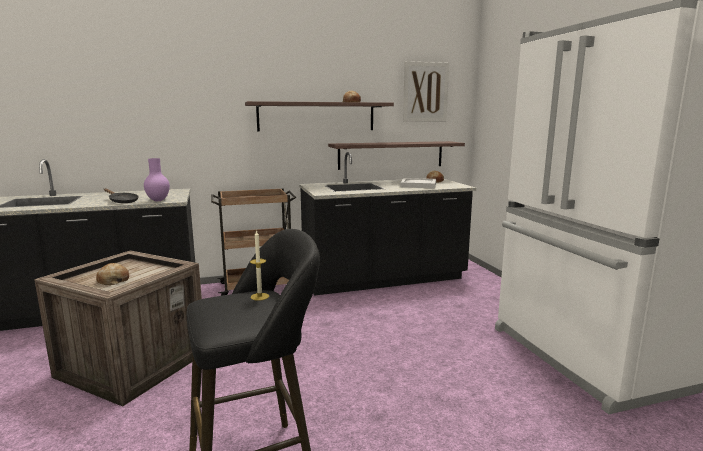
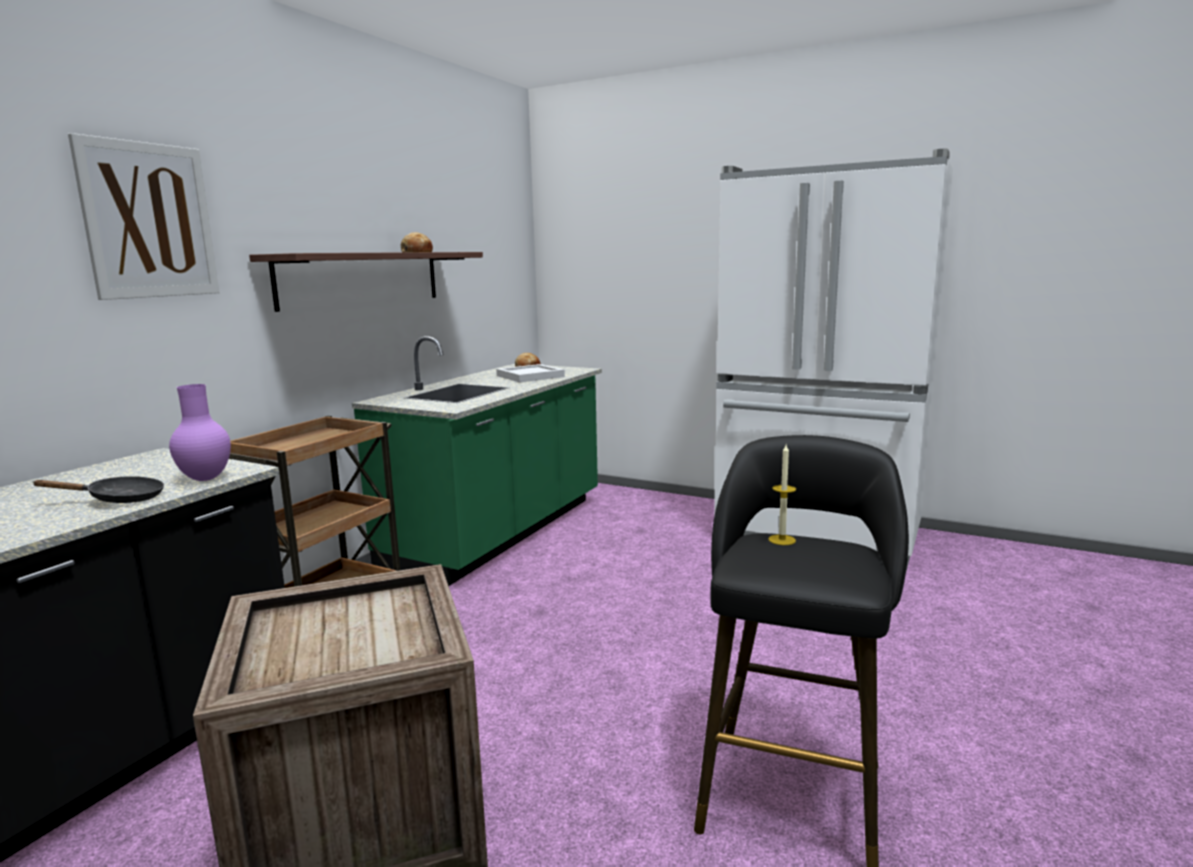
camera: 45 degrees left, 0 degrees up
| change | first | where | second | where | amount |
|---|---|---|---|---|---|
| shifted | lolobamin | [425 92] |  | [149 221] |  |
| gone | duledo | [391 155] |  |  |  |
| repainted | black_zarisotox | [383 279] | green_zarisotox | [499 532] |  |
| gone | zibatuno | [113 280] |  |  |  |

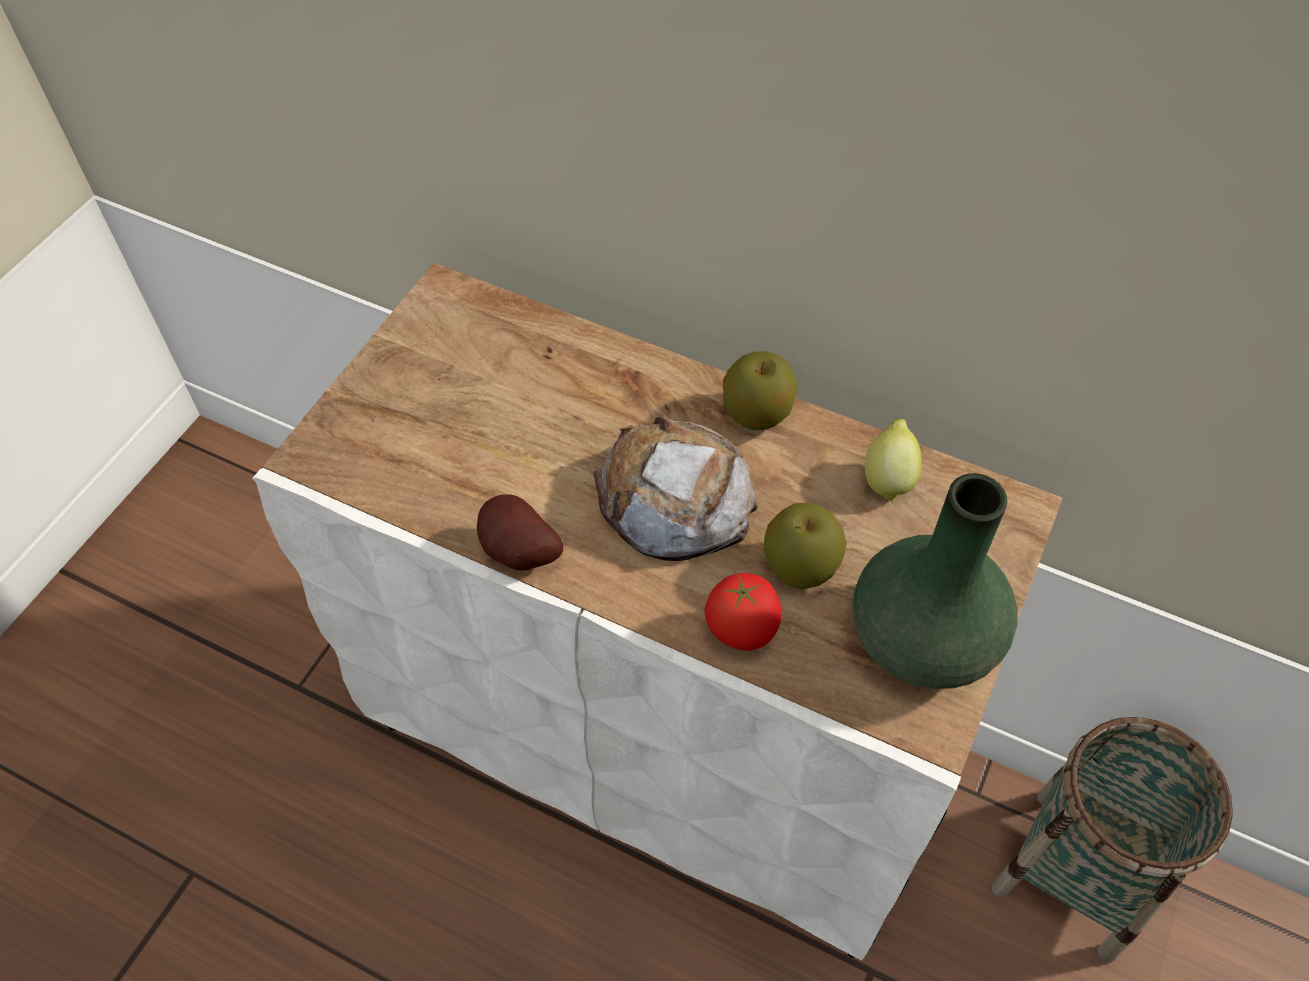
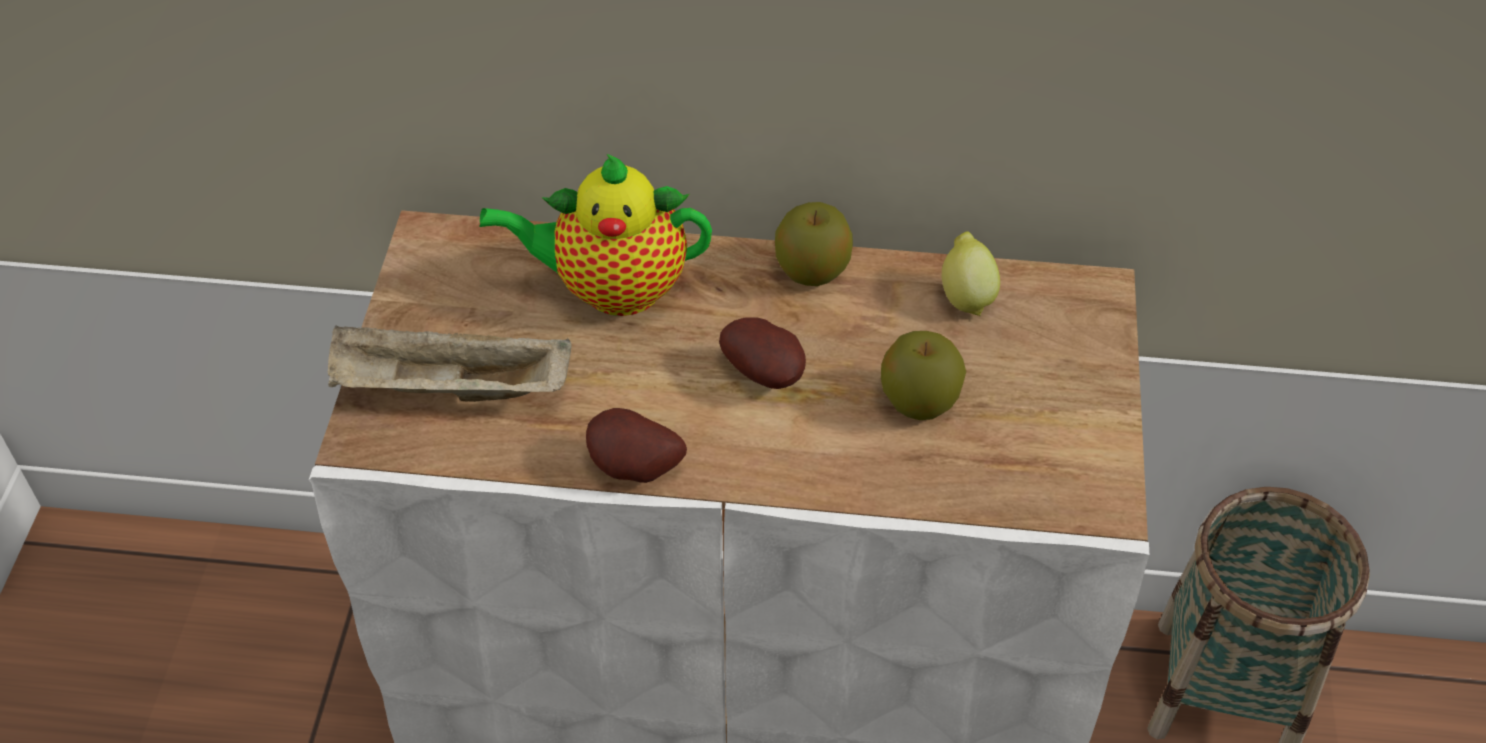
camera: 20 degrees left, 5 degrees down
| change | first | where | second | where | amount |
|---|---|---|---|---|---|
| swapped | zibatuno | [673 498] | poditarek | [766 373] |  |
| gone | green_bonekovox | [924 640] |  |  |  |
| gone | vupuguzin | [741 632] |  |  |  |
| new |  |  | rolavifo | [612 288] |  |
| new |  |  | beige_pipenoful | [449 390] |  |

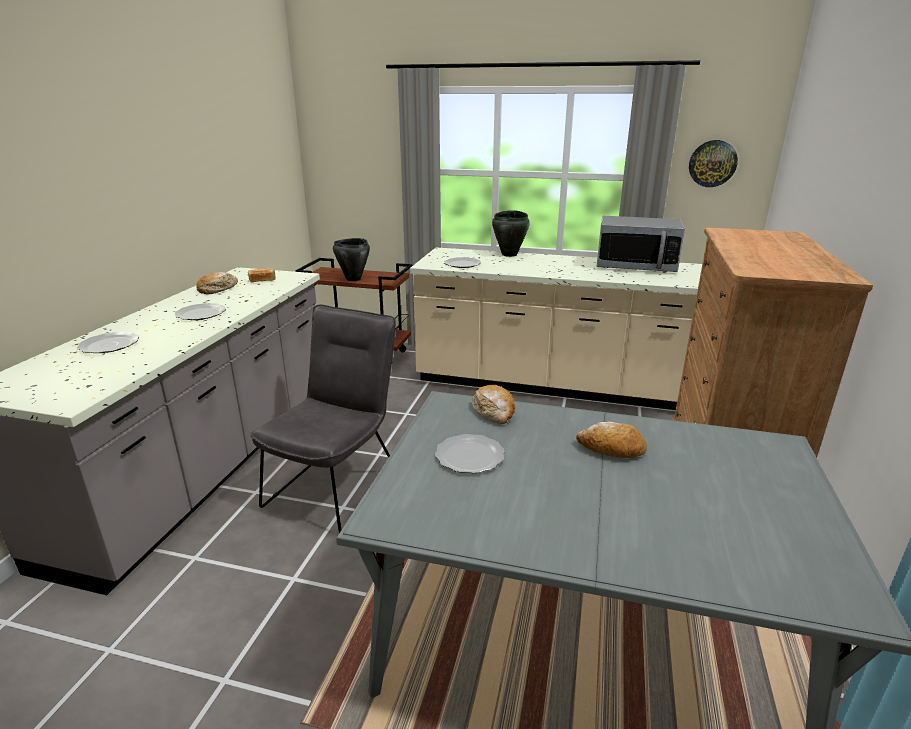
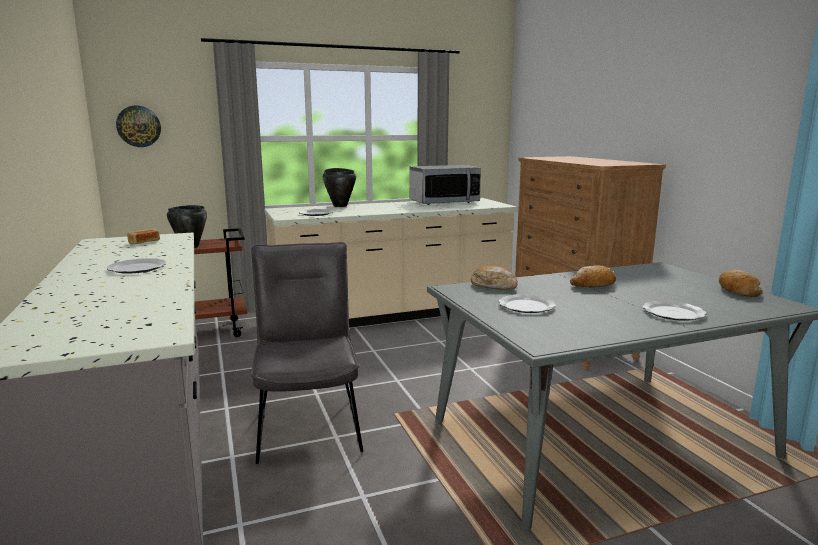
camera: 35 degrees left, 10 degrees down
| change | first | where | second | where | amount |
|---|---|---|---|---|---|
| shifted | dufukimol | [712 163] |  | [139 126] |  |
| shifted | zibatuno | [218 289] |  | [737 291] |  |
| shifted | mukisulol | [110 345] |  | [673 313] |  |

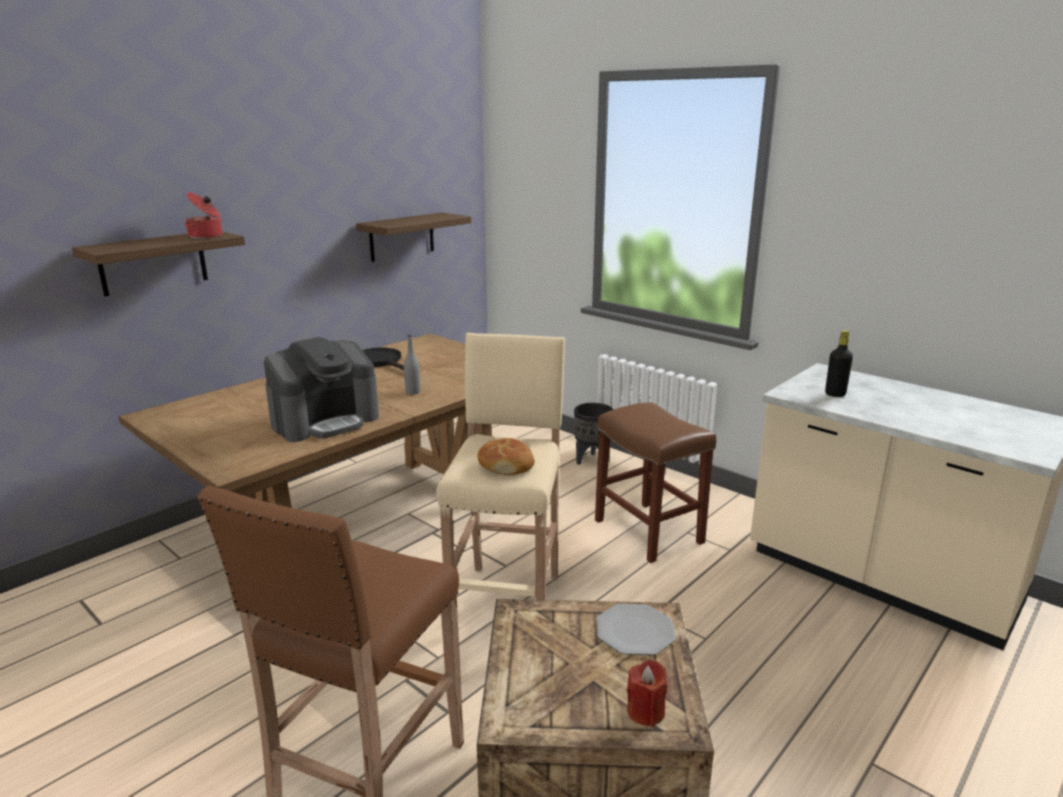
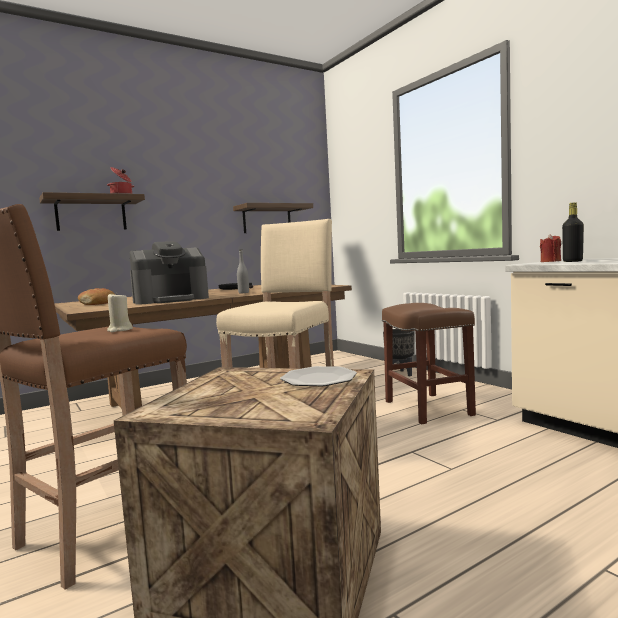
camera: 15 degrees right, 15 degrees down
| change | first | where | second | where | amount |
|---|---|---|---|---|---|
| shifted | zibatuno | [506 465] |  | [98 303] |  |
| shifted | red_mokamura | [645 711] |  | [550 261] |  |
| new |  |  | beige_mokamura | [120 330] |  |

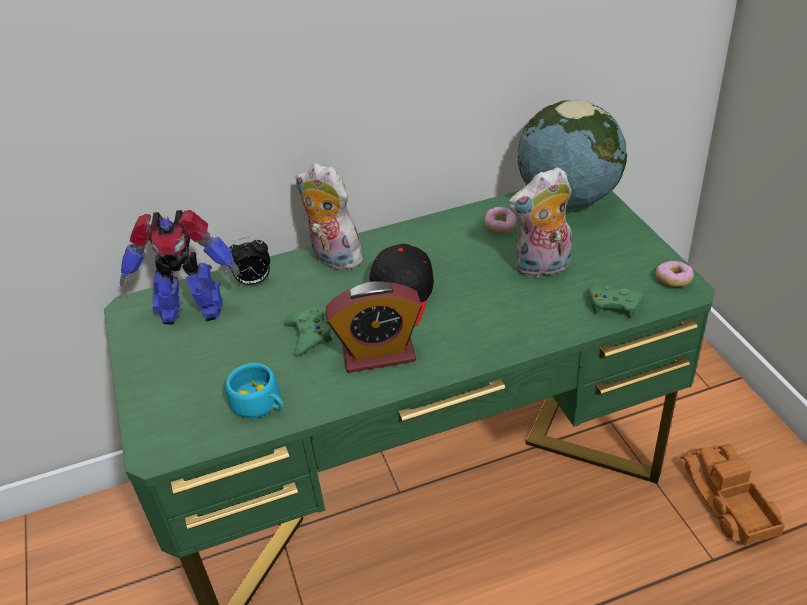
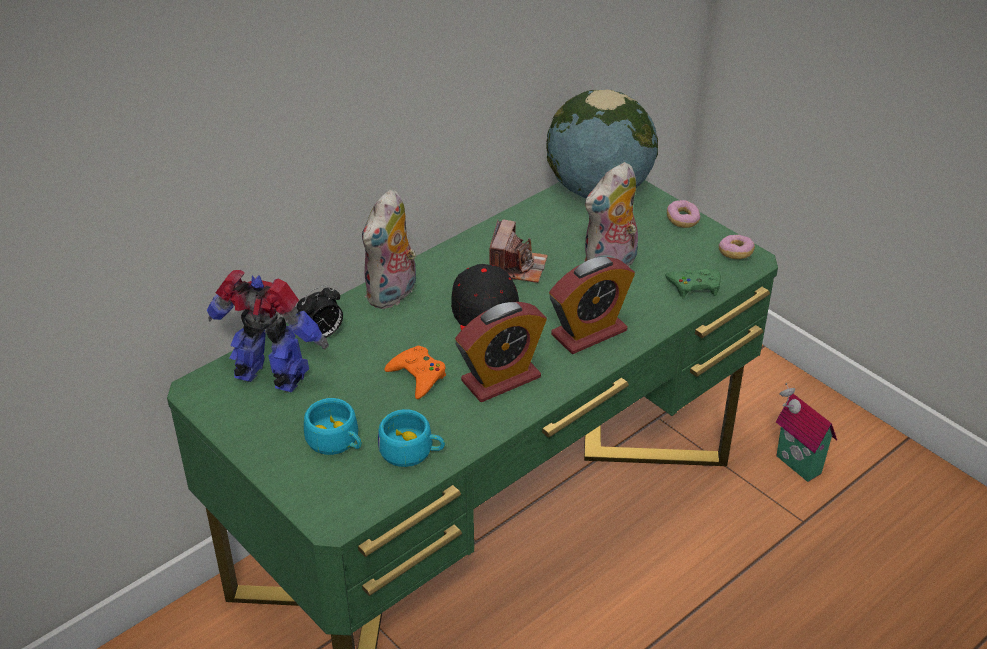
camera: 25 degrees left, 0 degrees up
| change | first | where | second | where | amount |
|---|---|---|---|---|---|
| rotated | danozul | [333 258] |  | [393 294] | 75 degrees counterclockwise |
| shifted | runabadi | [500 226] |  | [682 220] |  |
| rotated | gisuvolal | [191 309] |  | [271 377] | 135 degrees counterclockwise |
| repainted | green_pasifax | [308 335] | orange_pasifax | [418 376] |  |
| swapped | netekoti | [727 501] | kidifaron | [795 465] |  |
| new |  |  | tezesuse | [517 267] |  |
| new |  |  | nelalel | [589 333] |  |
| new |  |  | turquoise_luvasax | [337 441] |  |

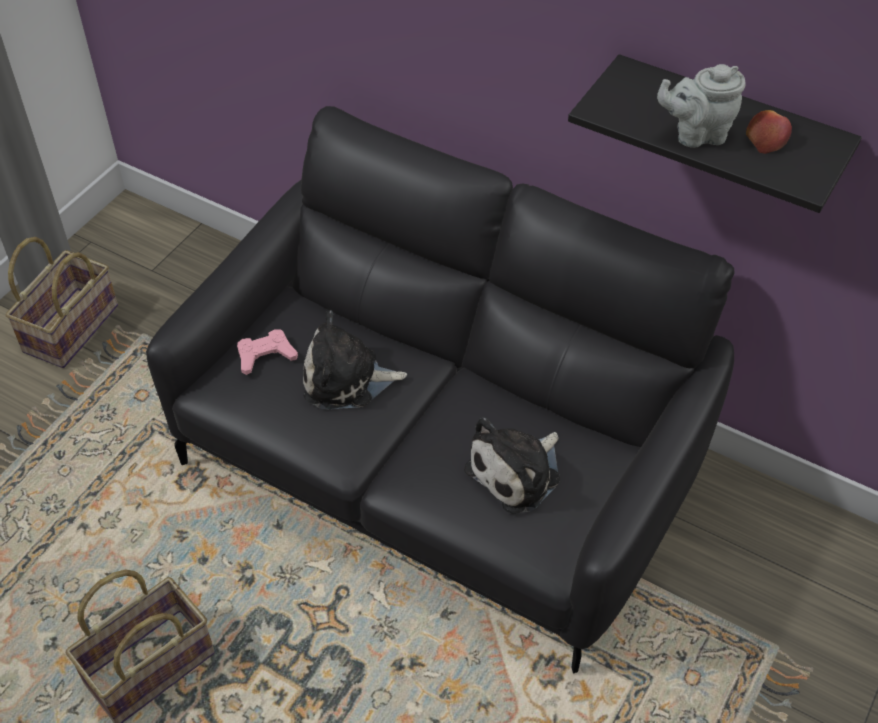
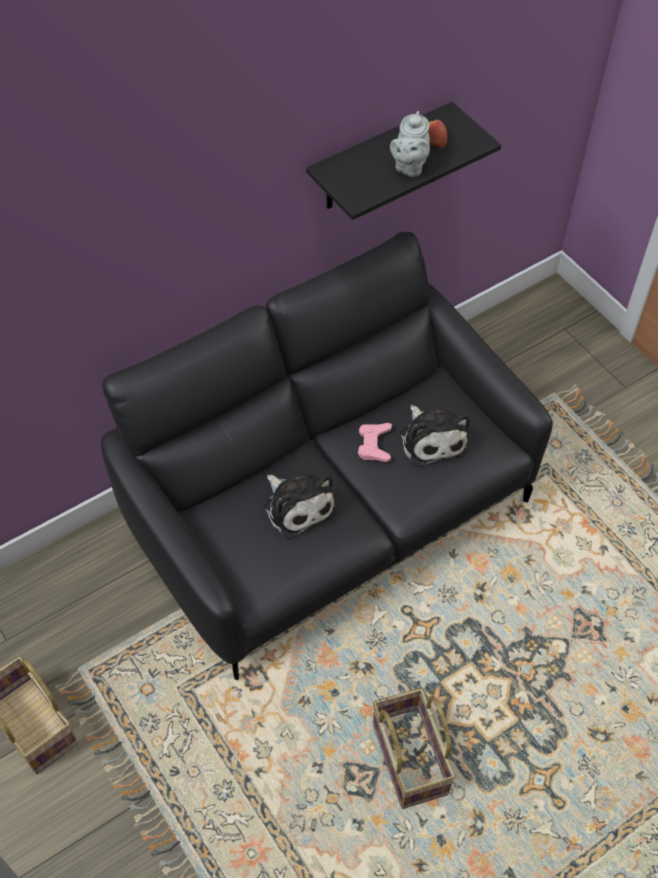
camera: 65 degrees left, 5 degrees up
| change | first | where | second | where | amount |
|---|---|---|---|---|---|
| rotated | danozul | [347 379] |  | [297 506] | 60 degrees counterclockwise |
| shifted | pink_pasifax | [265 355] |  | [374 445] |  |

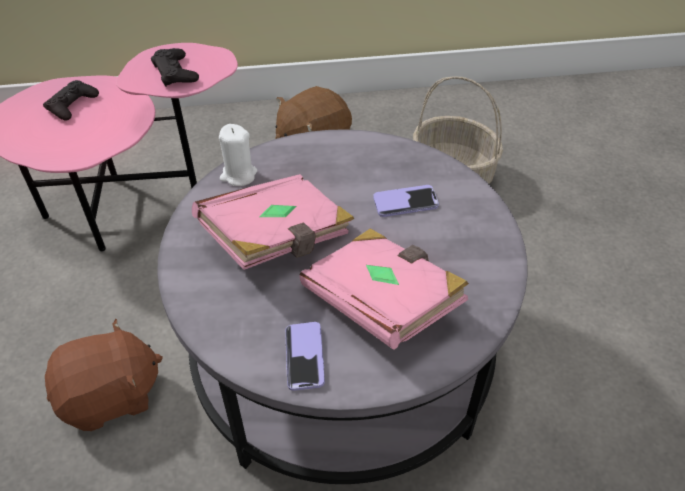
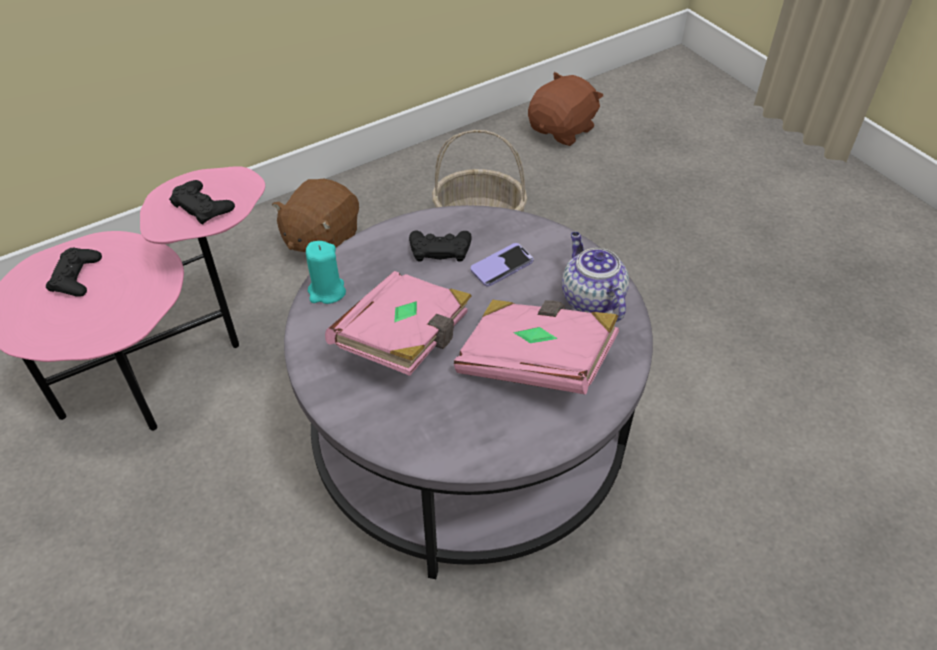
camera: 25 degrees left, 0 degrees up
| change | first | where | second | where | amount |
|---|---|---|---|---|---|
| repainted | white_mokamura | [238 175] | turquoise_mokamura | [326 292] |  |
| shifted | brown_danozul | [111 396] |  | [562 130] |  |
| gone | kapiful | [304 357] |  |  |  |
| new |  |  | black_pasifax | [440 249] |  |
| new |  |  | rolavifo | [590 299] |  |

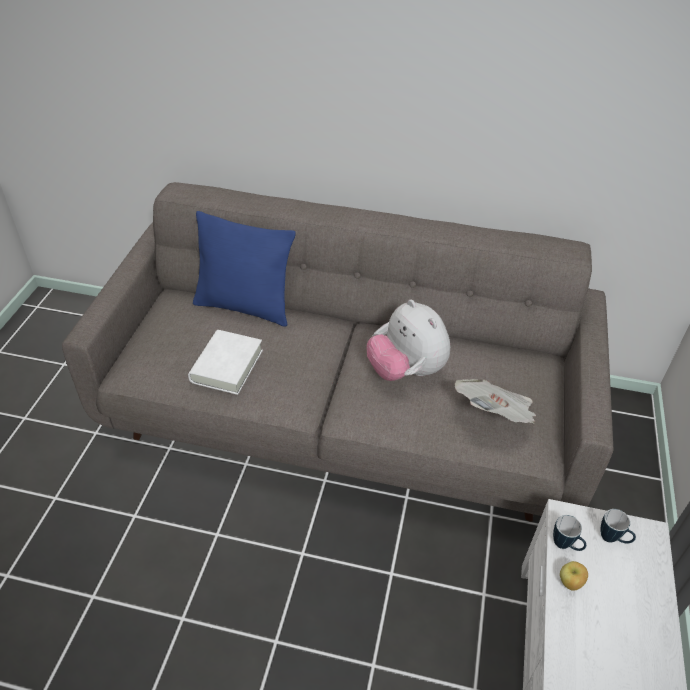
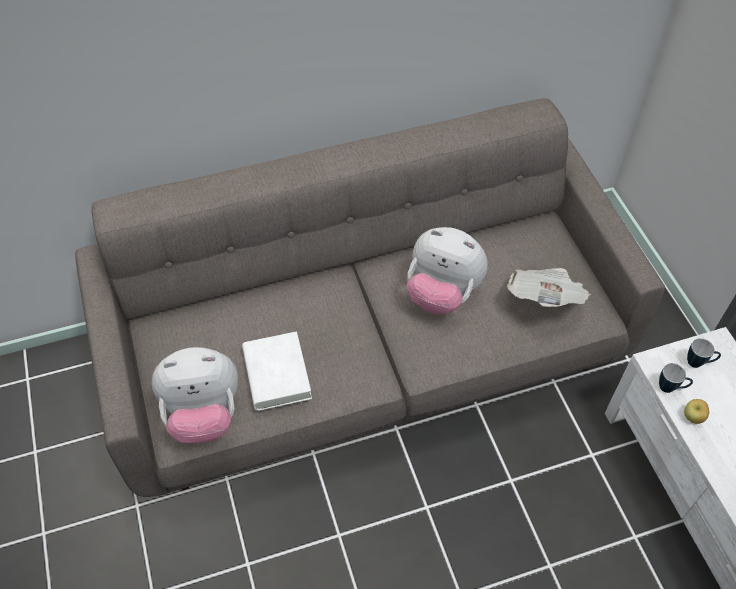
camera: 30 degrees left, 10 degrees up
| change | first | where | second | where | amount |
|---|---|---|---|---|---|
| gone | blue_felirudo | [245 307] |  |  |  |
| new |  |  | danozul | [203 414] |  |

